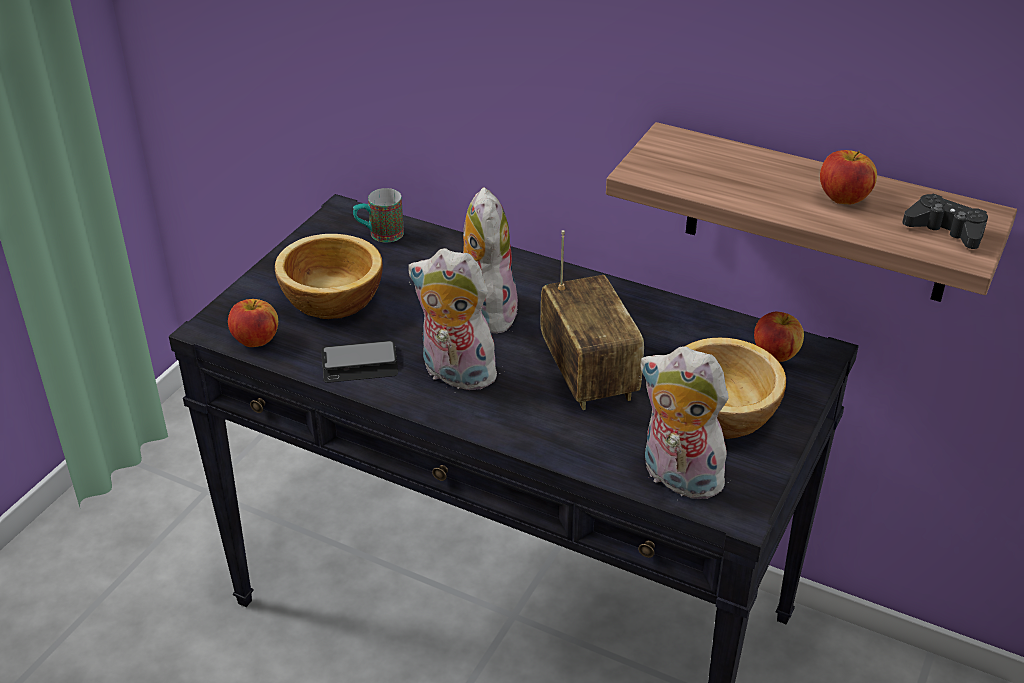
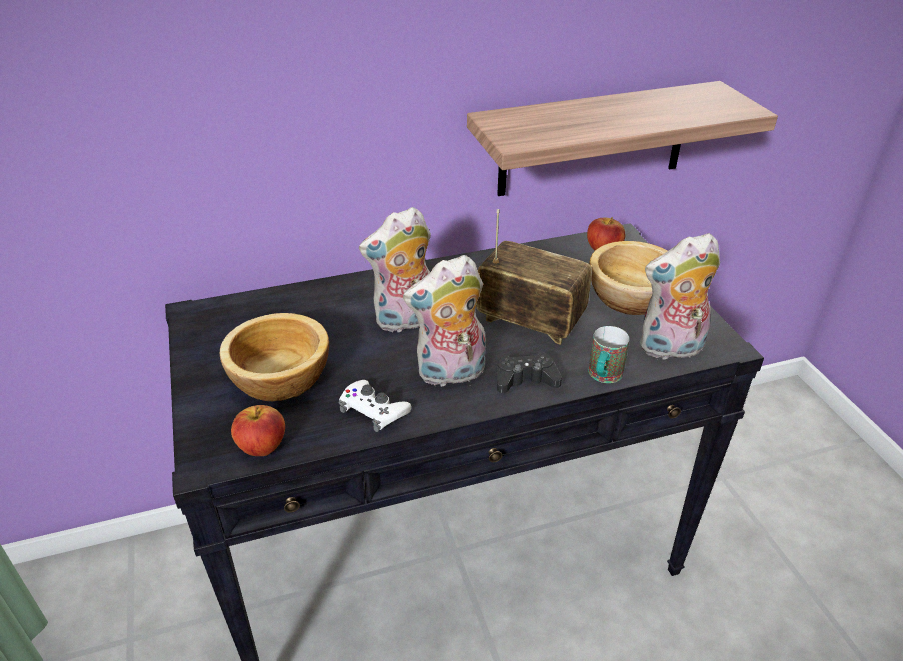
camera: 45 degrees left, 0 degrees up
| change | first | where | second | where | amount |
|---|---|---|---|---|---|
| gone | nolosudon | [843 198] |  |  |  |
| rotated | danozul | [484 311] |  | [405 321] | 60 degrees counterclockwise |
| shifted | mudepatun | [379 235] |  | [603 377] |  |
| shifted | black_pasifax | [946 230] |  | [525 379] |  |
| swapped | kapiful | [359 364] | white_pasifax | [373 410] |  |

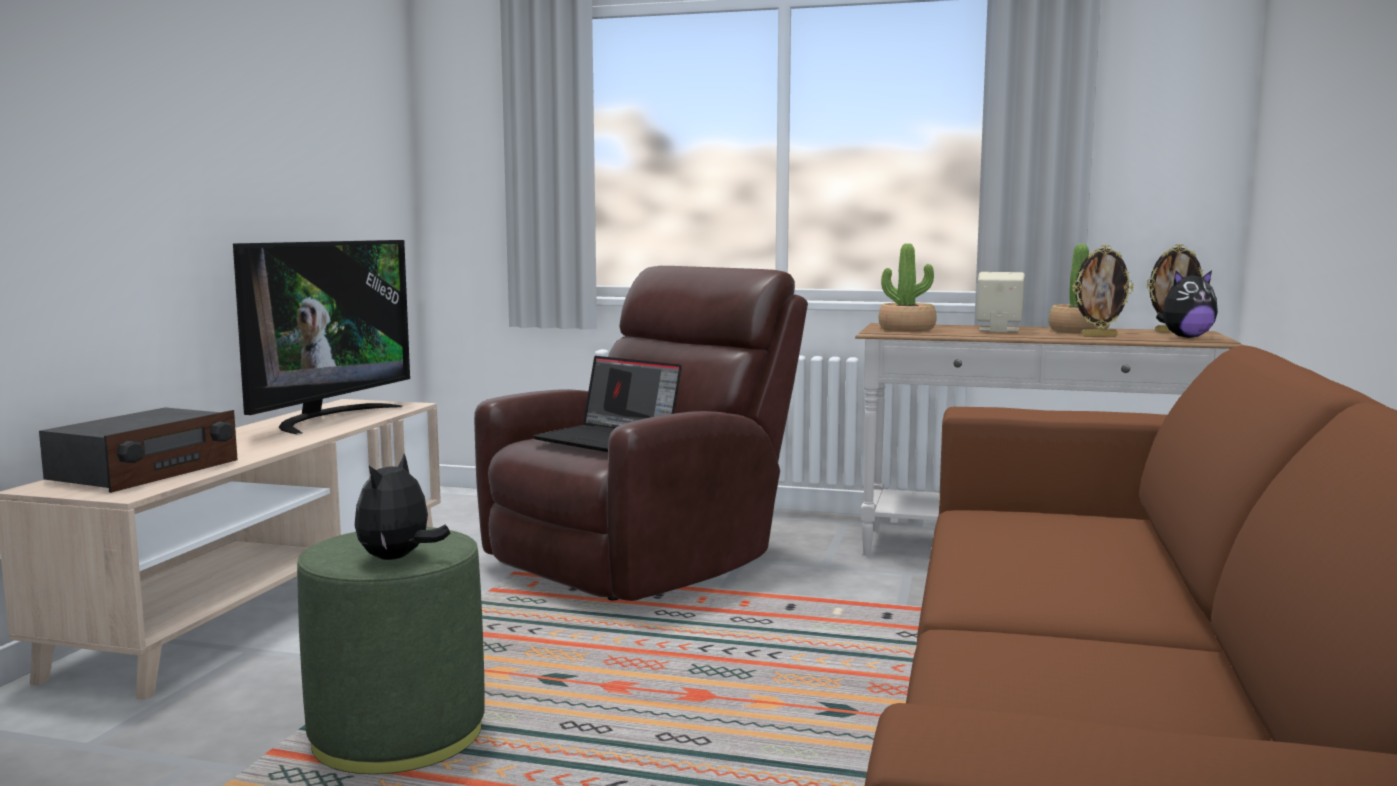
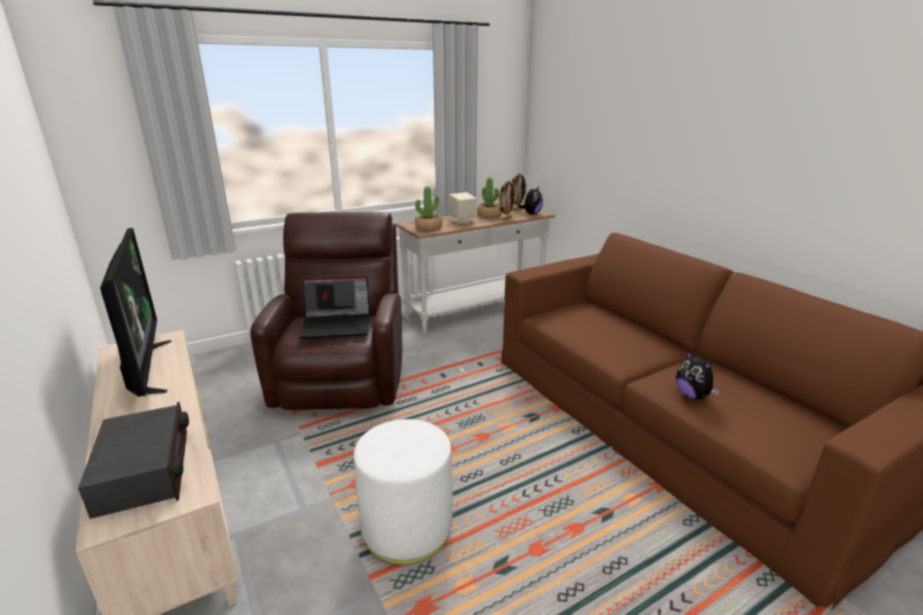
camera: 45 degrees left, 15 degrees up
| change | first | where | second | where | amount |
|---|---|---|---|---|---|
| shifted | danozul | [398 558] |  | [692 396] |  |
| repainted | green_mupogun | [398 734] | white_mupogun | [407 528] |  |

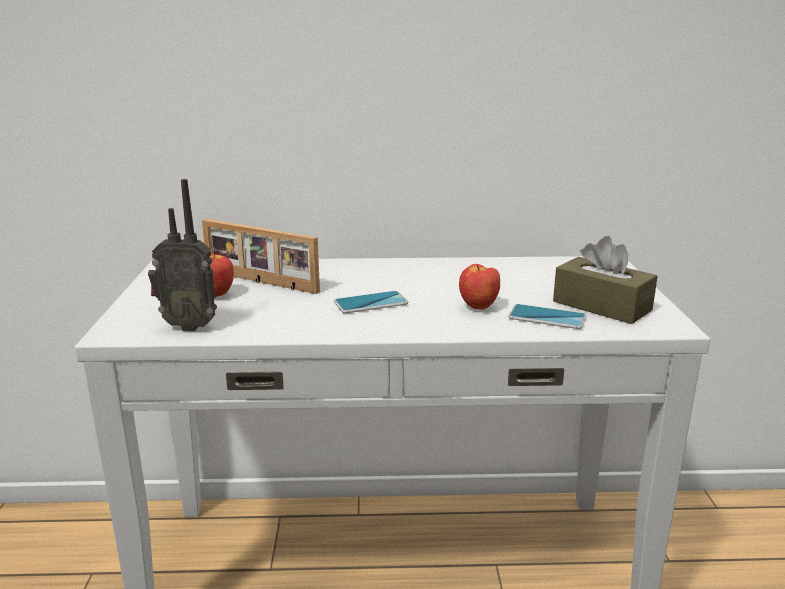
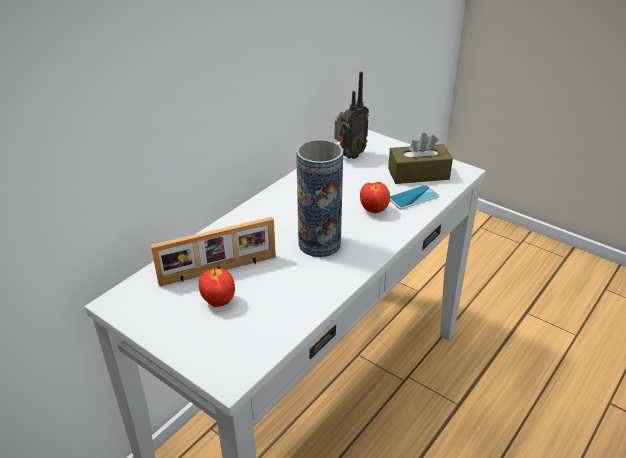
camera: 50 degrees left, 15 degrees up
| change | first | where | second | where | amount |
|---|---|---|---|---|---|
| shifted | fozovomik | [189 326] |  | [349 156] |  |
| swapped | kapiful | [371 303] | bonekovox | [319 243] |  |

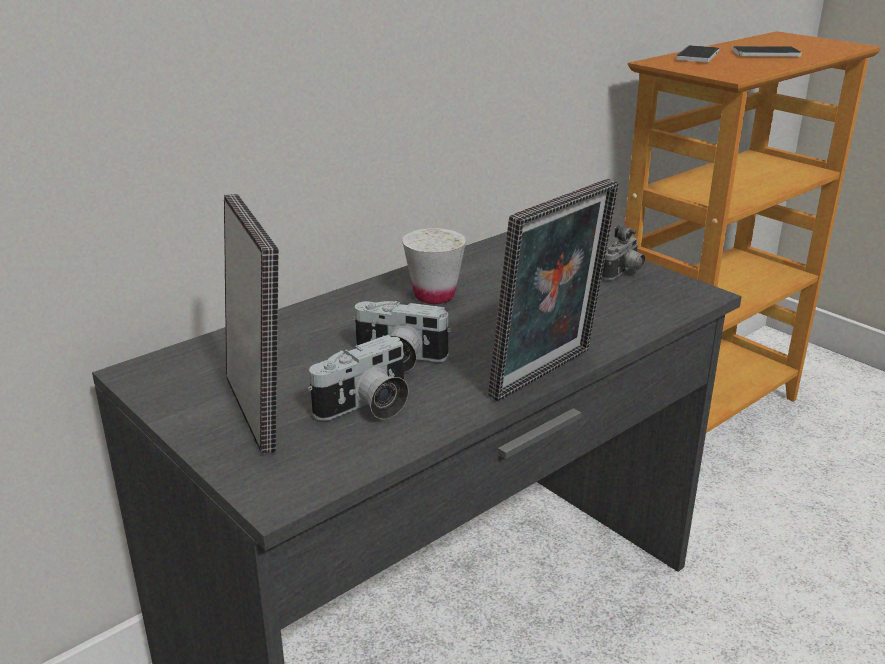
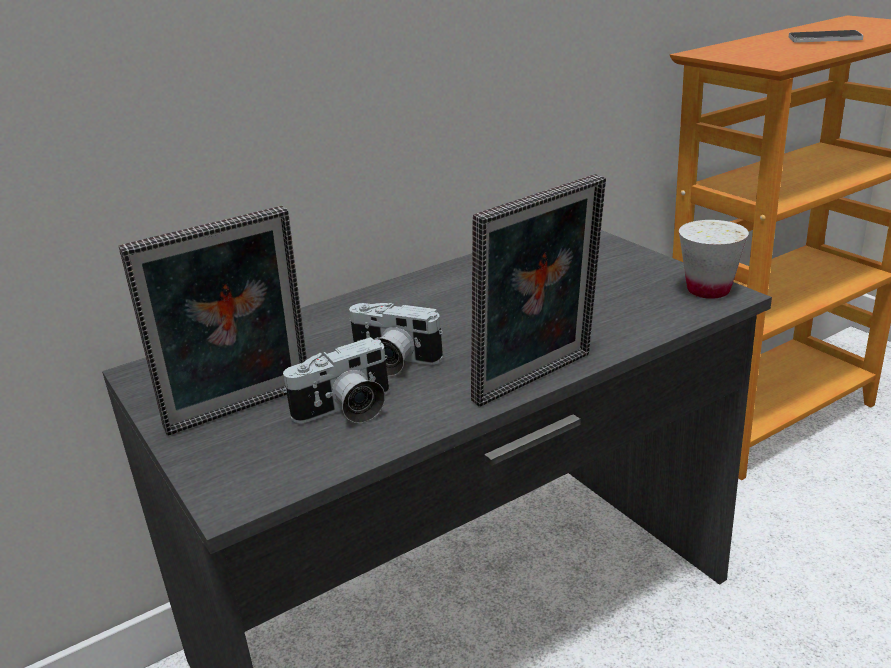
camera: 10 degrees right, 0 degrees up
| change | first | where | second | where | amount |
|---|---|---|---|---|---|
| gone | kapiful | [697 56] |  |  |  |
| rotated | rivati | [259 411] |  | [242 412] | 75 degrees clockwise |
| gone | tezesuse | [624 273] |  |  |  |
| shifted | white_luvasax | [434 296] |  | [708 290] |  |

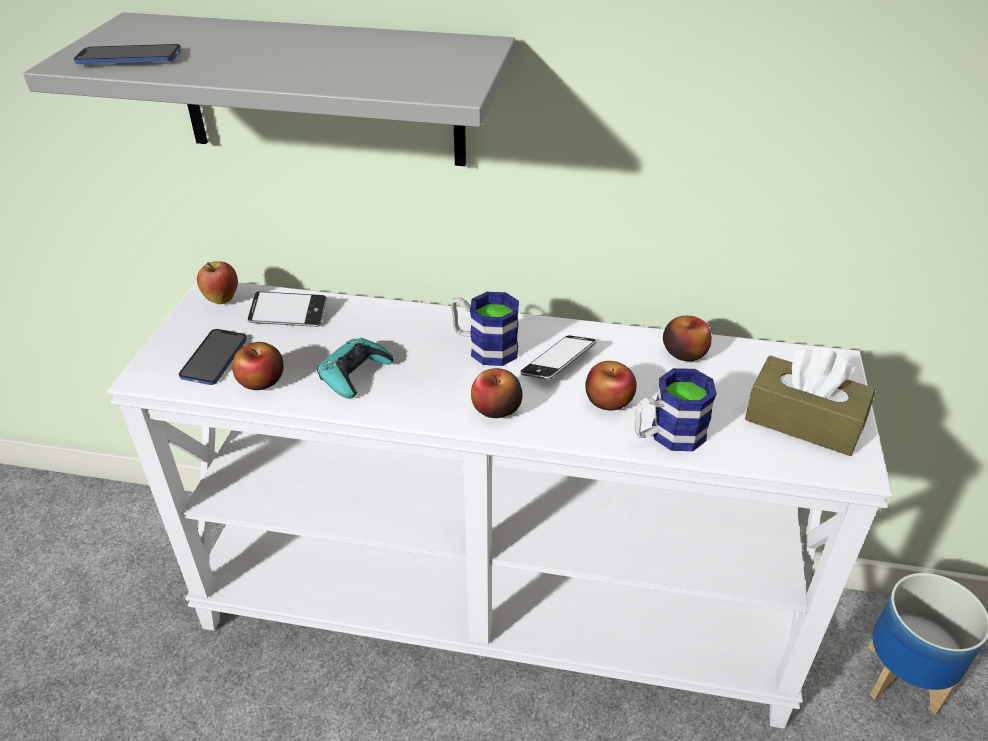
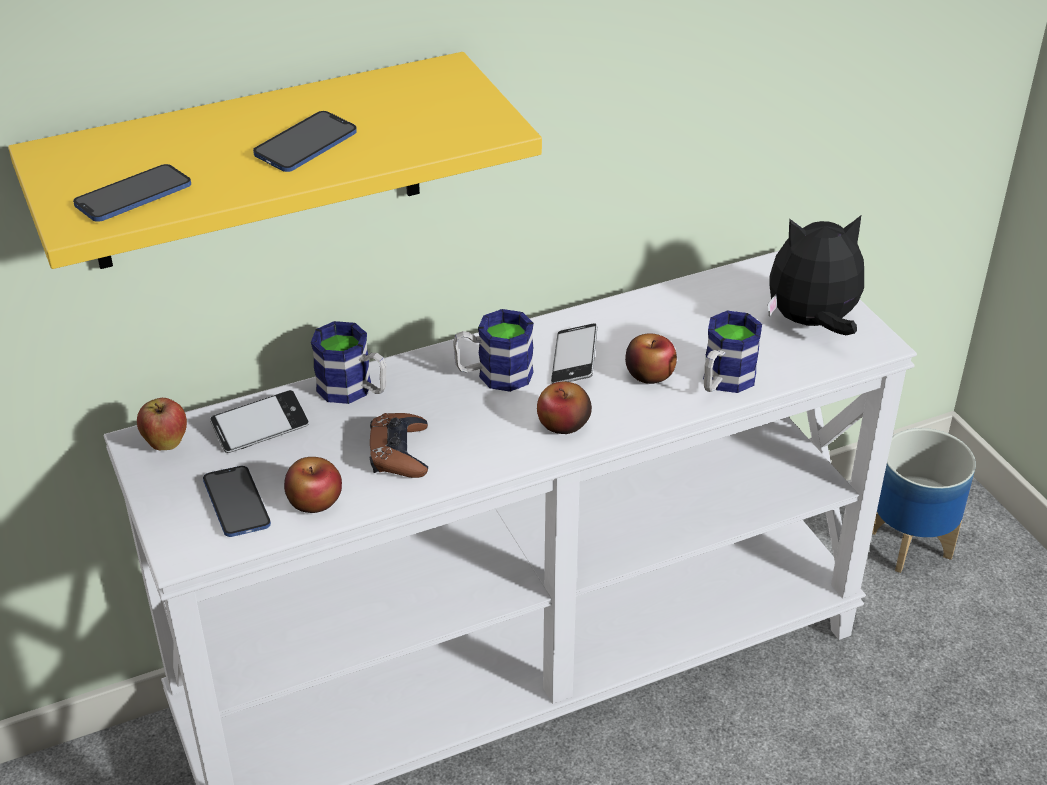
camera: 35 degrees left, 0 degrees up
| change | first | where | second | where | amount |
|---|---|---|---|---|---|
| repainted | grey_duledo | [321 91] | yellow_duledo | [255 163] |  |
| gone | nolosudon | [684 352] |  |  |  |
| repainted | turquoise_pasifax | [355 373] | brown_pasifax | [399 452] |  |
| swapped | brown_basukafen | [803 421] | danozul | [812 323] |  |
| new |  |  | kapiful | [306 144] |  |
| new |  |  | mudepatun | [354 390] |  |

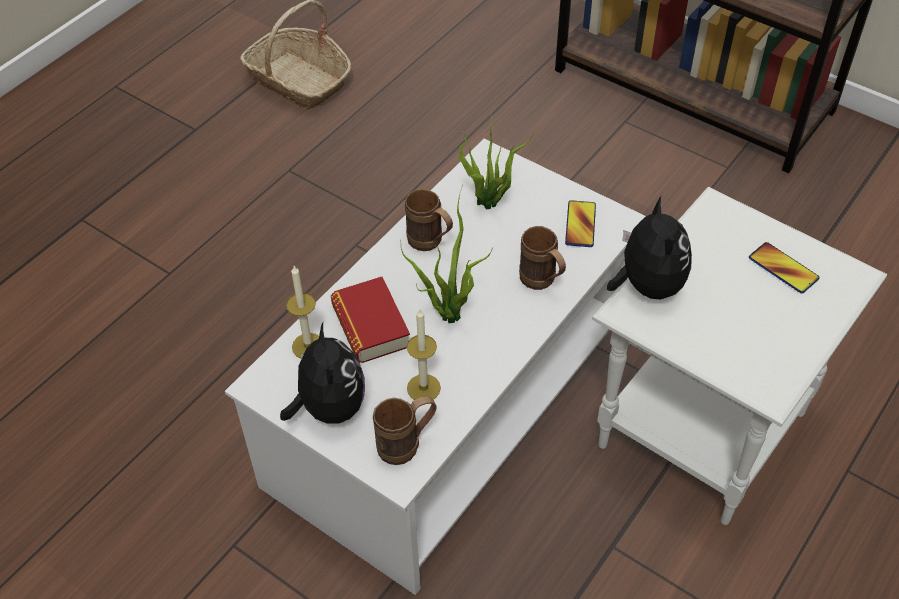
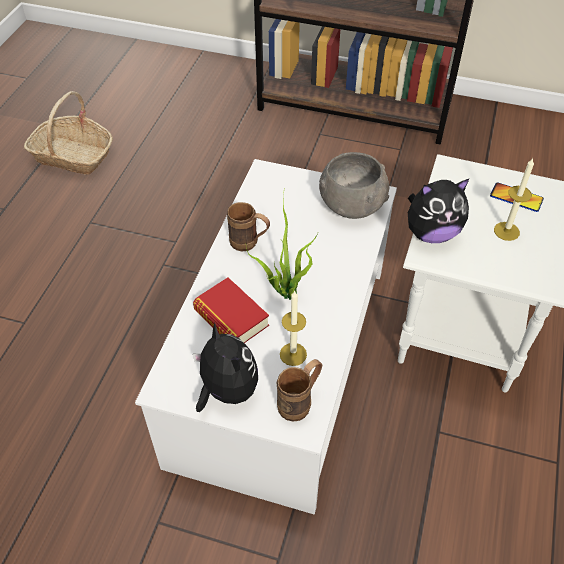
camera: 20 degrees left, 0 degrees up
| change | first | where | second | where | amount |
|---|---|---|---|---|---|
| gone | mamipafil | [490 203] |  |  |  |
| rotated | danozul | [646 285] |  | [431 233] | 105 degrees clockwise |
| swapped | kapiful | [580 224] | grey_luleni | [352 203] |  |
| gone | brown_mudepatun | [542 282] |  |  |  |
| shifted | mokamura | [308 346] |  | [506 231] |  |

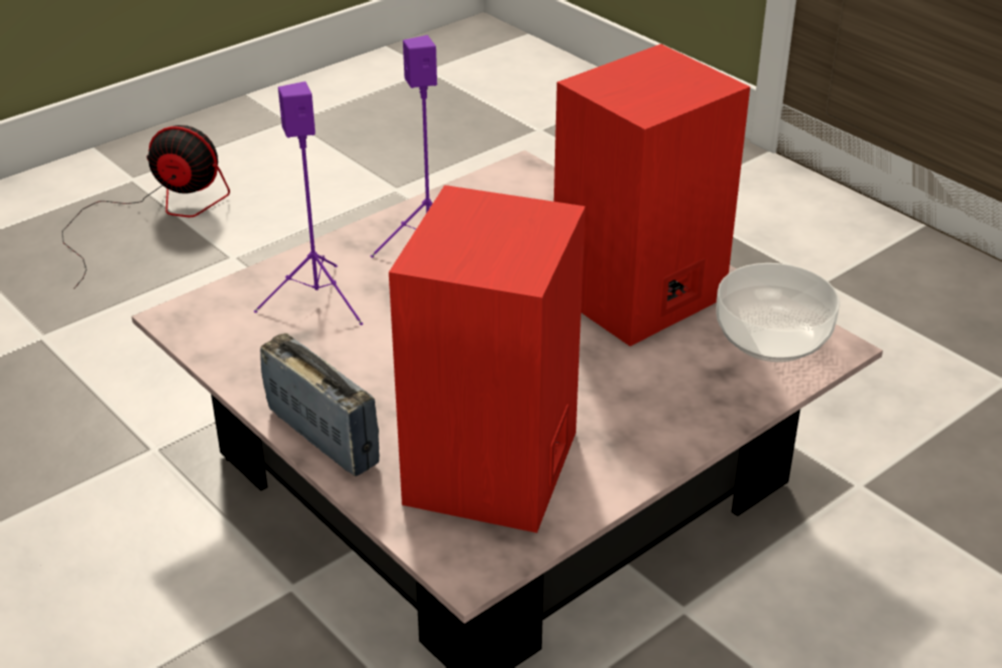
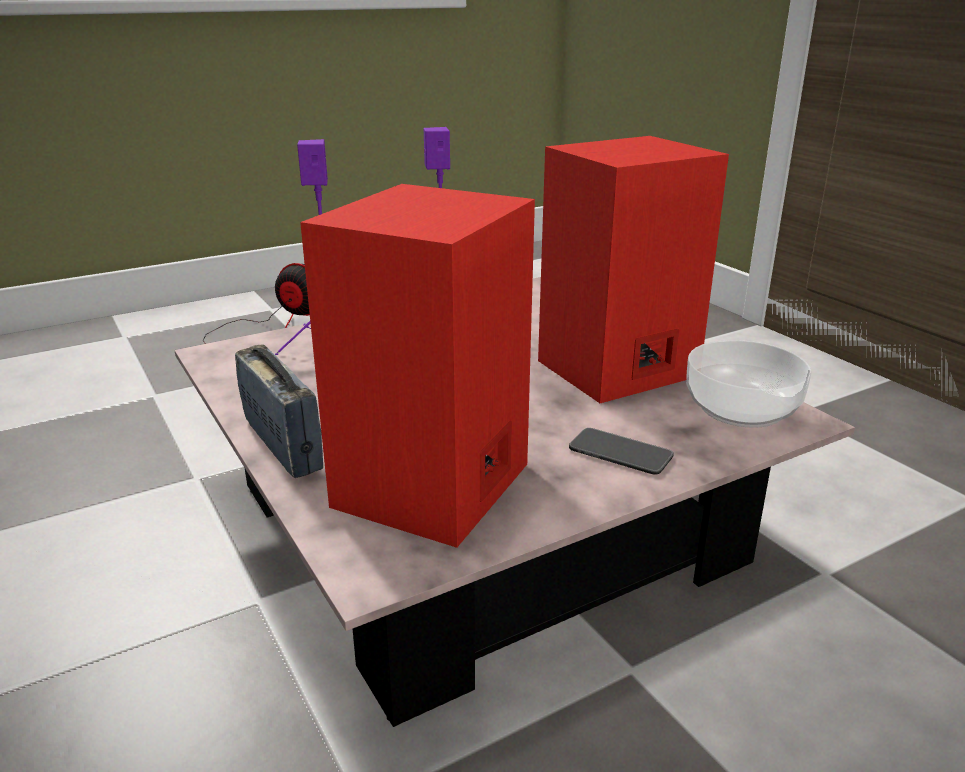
camera: 10 degrees right, 10 degrees down
| change | first | where | second | where | amount |
|---|---|---|---|---|---|
| new |  |  | kapiful | [620 453] |  |

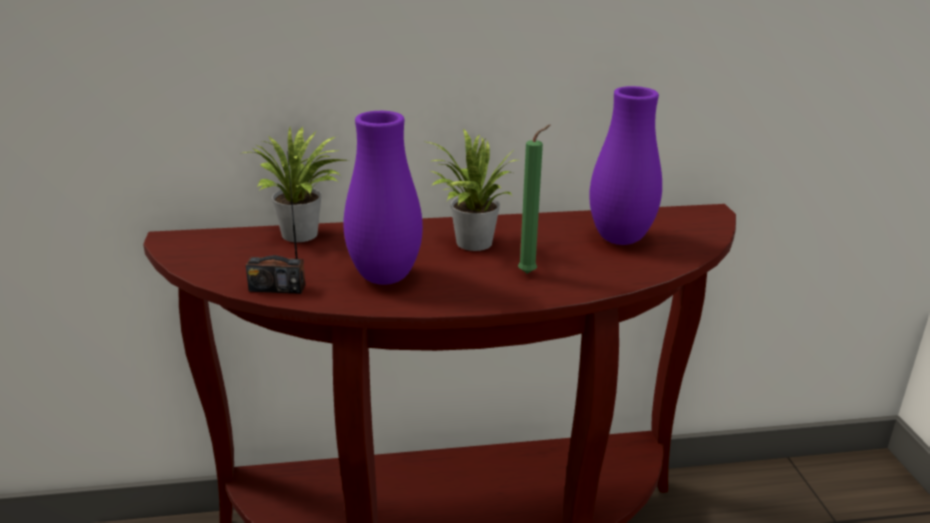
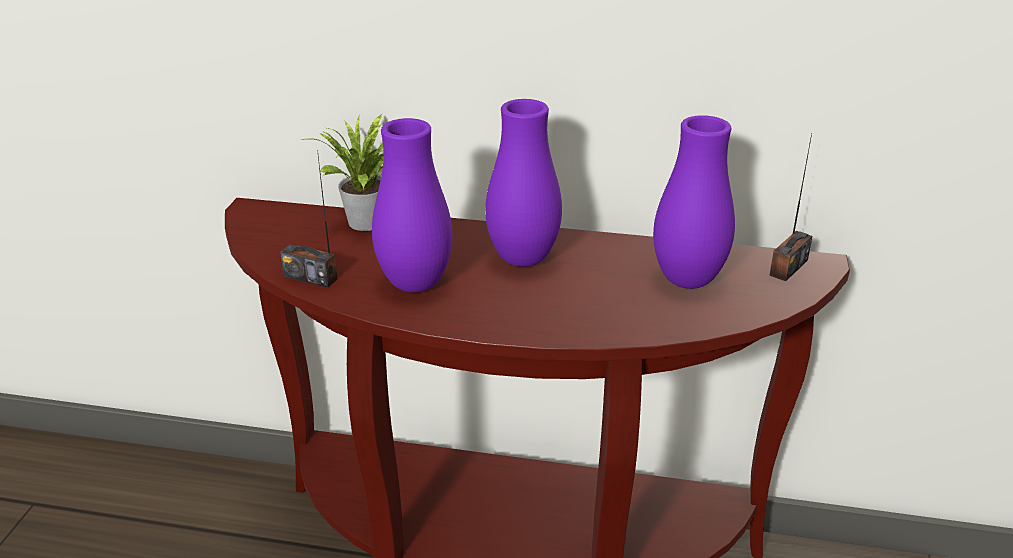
camera: 20 degrees right, 5 degrees up
| change | first | where | second | where | amount |
|---|---|---|---|---|---|
| gone | green_mokamura | [530 273] |  |  |  |
| swapped | mamipafil | [469 243] | purple_bonekovox | [523 259] |  |
| new |  |  | fozovomik | [788 267] |  |

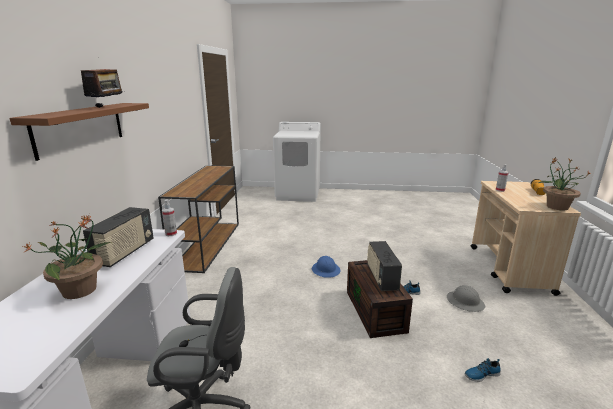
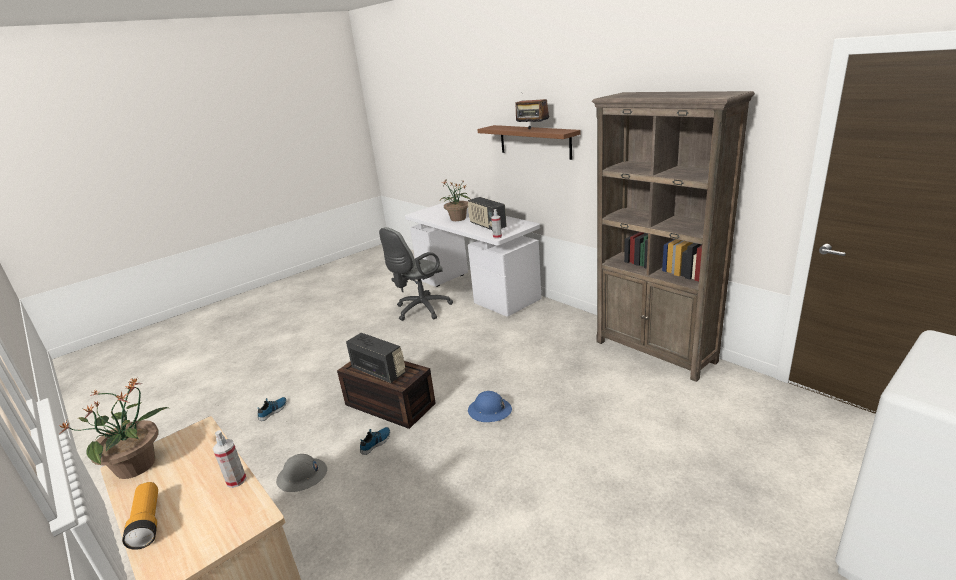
camera: 135 degrees right, 5 degrees up
| change | first | where | second | where | amount |
|---|---|---|---|---|---|
| swapped | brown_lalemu | [208 244] | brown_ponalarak | [655 352] |  |

